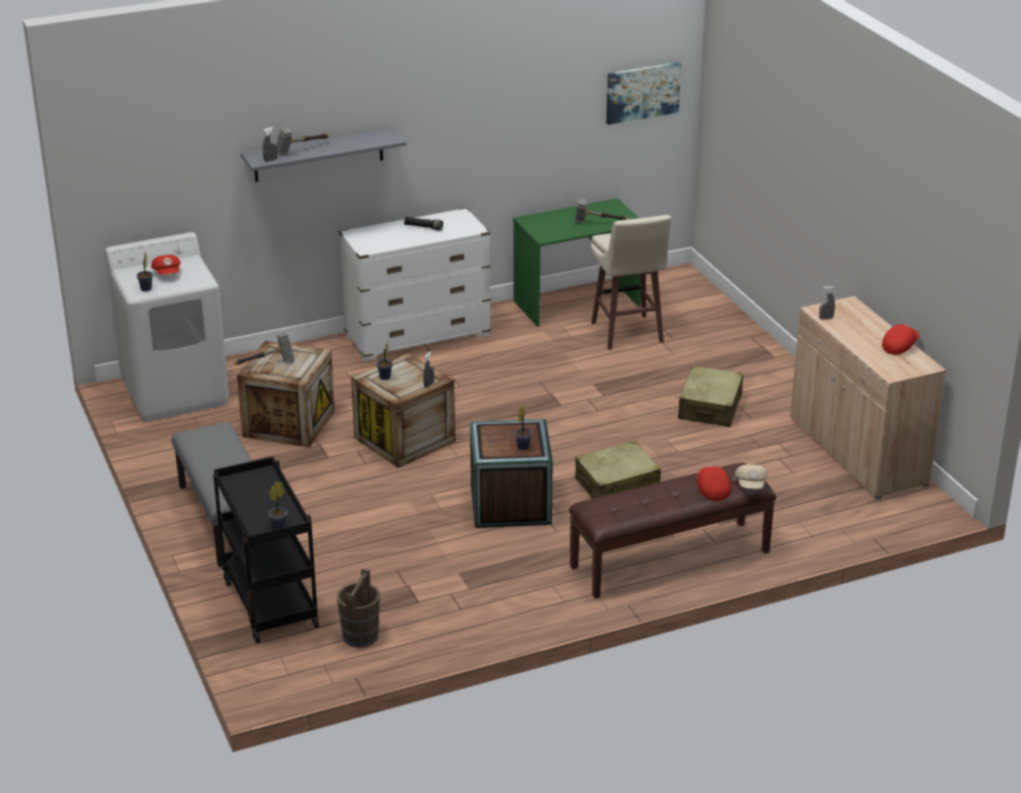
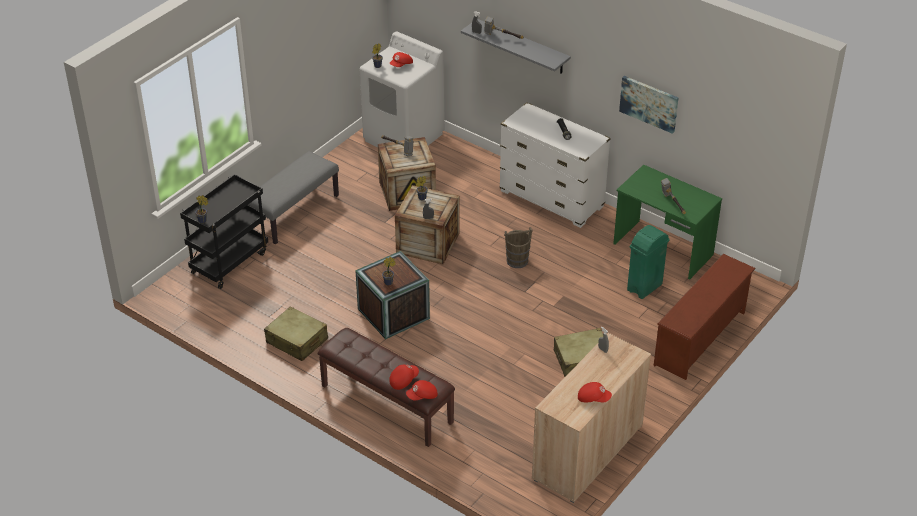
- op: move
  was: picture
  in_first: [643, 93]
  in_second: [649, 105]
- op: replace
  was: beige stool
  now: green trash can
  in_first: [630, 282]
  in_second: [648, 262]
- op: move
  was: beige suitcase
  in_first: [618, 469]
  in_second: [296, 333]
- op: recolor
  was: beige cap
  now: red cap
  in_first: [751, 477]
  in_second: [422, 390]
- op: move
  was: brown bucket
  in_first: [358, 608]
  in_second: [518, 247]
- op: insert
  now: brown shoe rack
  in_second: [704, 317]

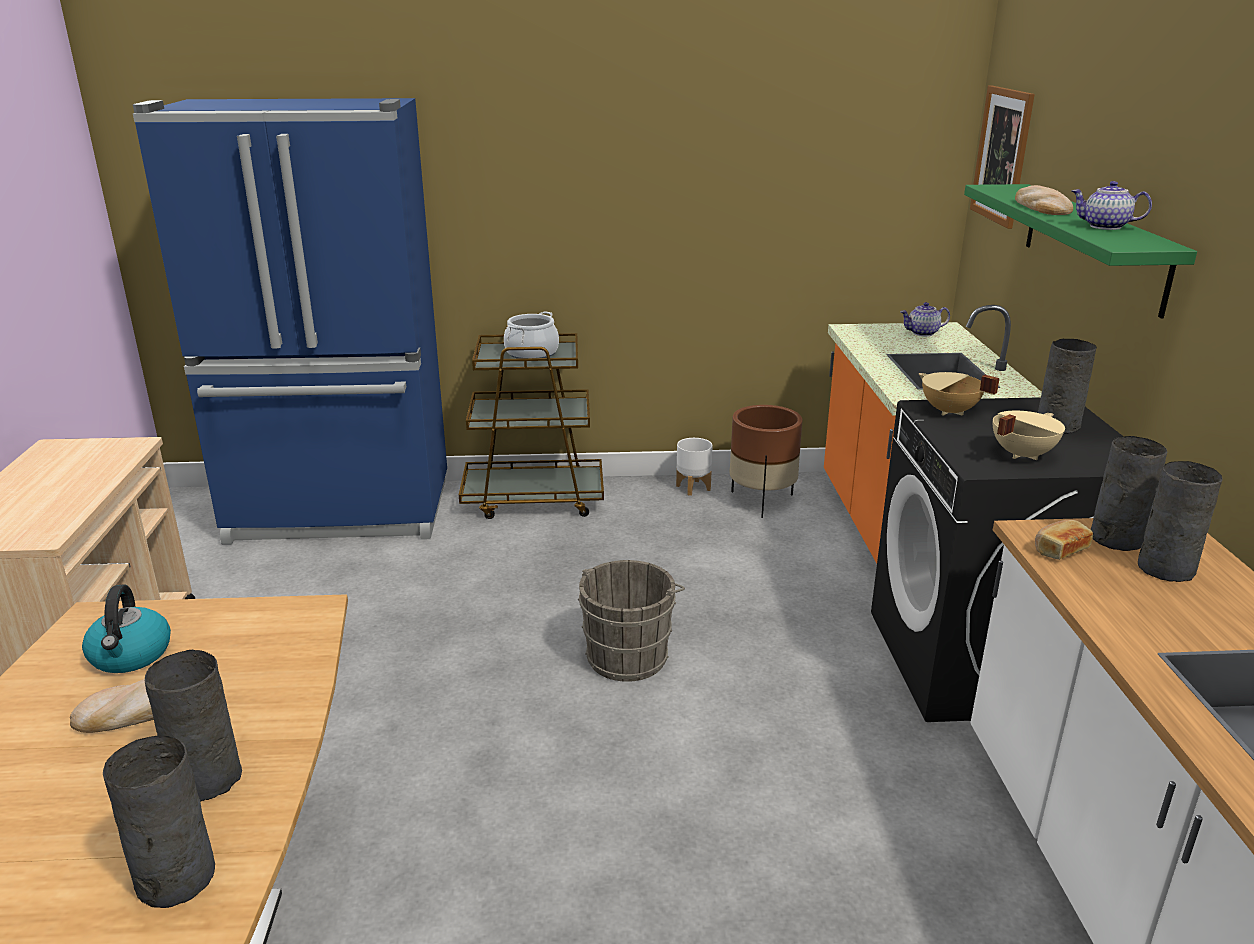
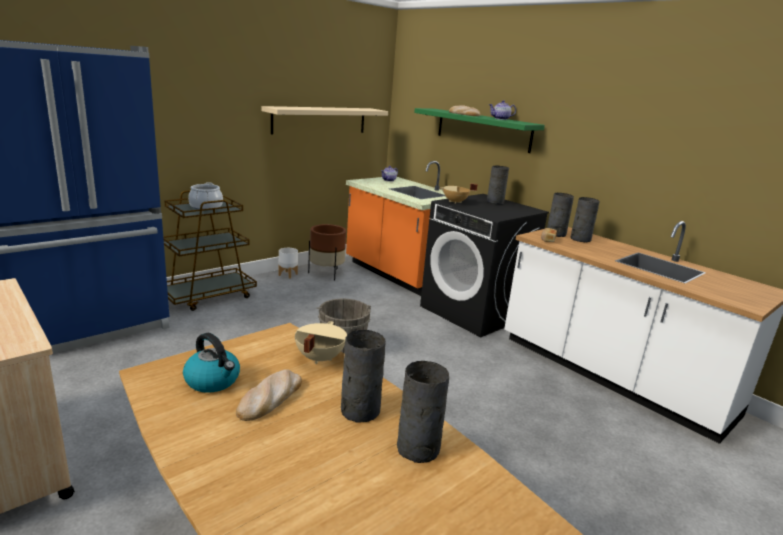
- op: delete
  was: picture
  in_first: [1002, 157]
- op: move
  was: beige cooking pot
  in_first: [1029, 435]
  in_second: [321, 342]
- op: insert
  now: beige shelf
  in_second: [324, 120]

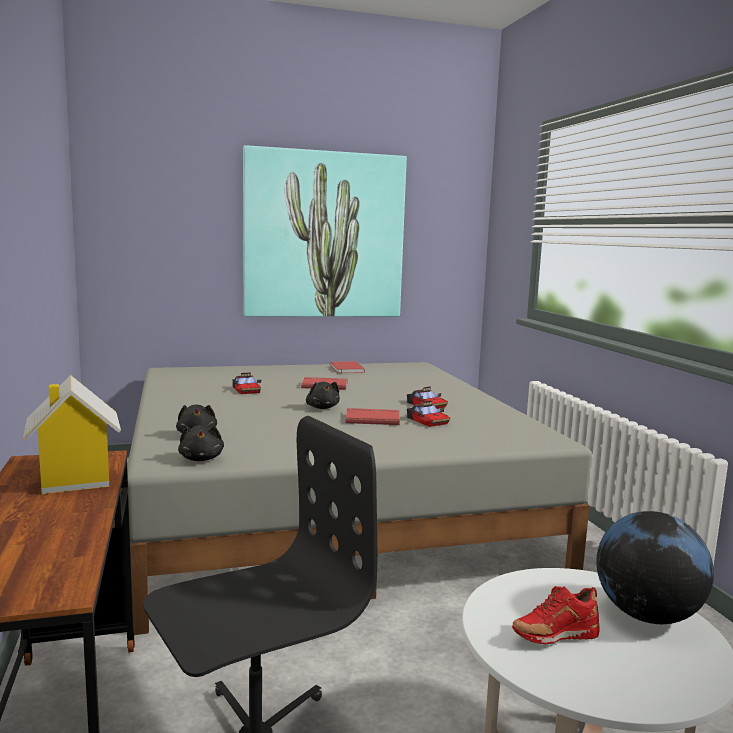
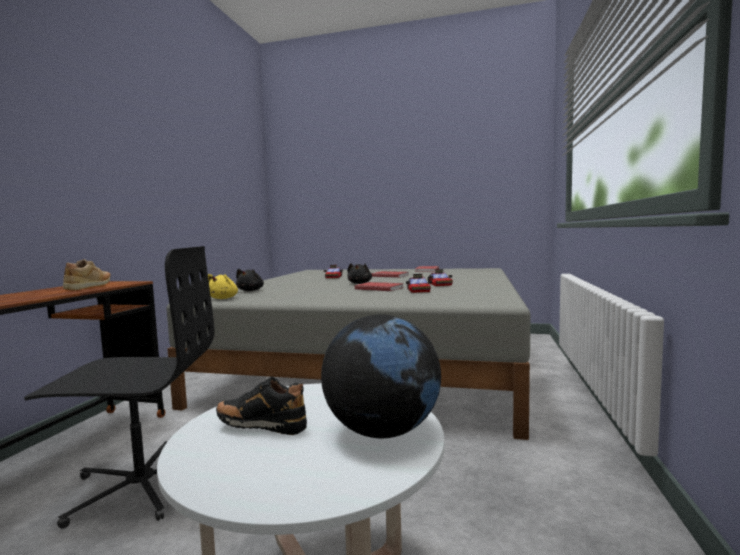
- op: delete
  was: picture
  in_first: [325, 231]
- op: replace
  was: toy house
  now: beige shoe
  in_first: [72, 434]
  in_second: [86, 274]
- op: recolor
  was: black plush toy
  now: yellow plush toy
  in_first: [201, 443]
  in_second: [223, 286]
- op: recolor
  was: red shoe
  now: black shoe
  in_first: [556, 615]
  in_second: [261, 406]

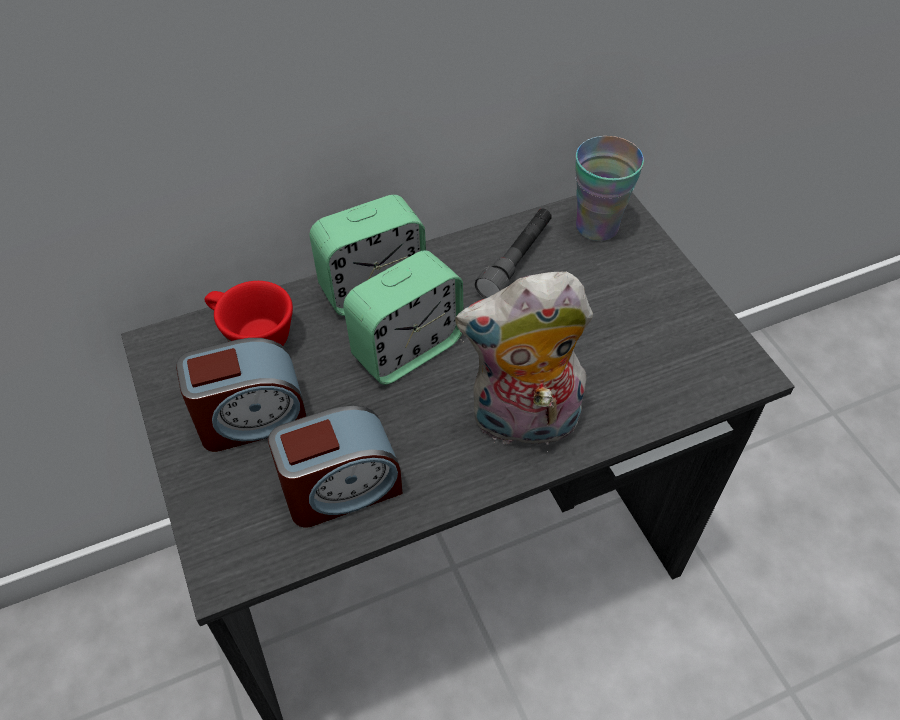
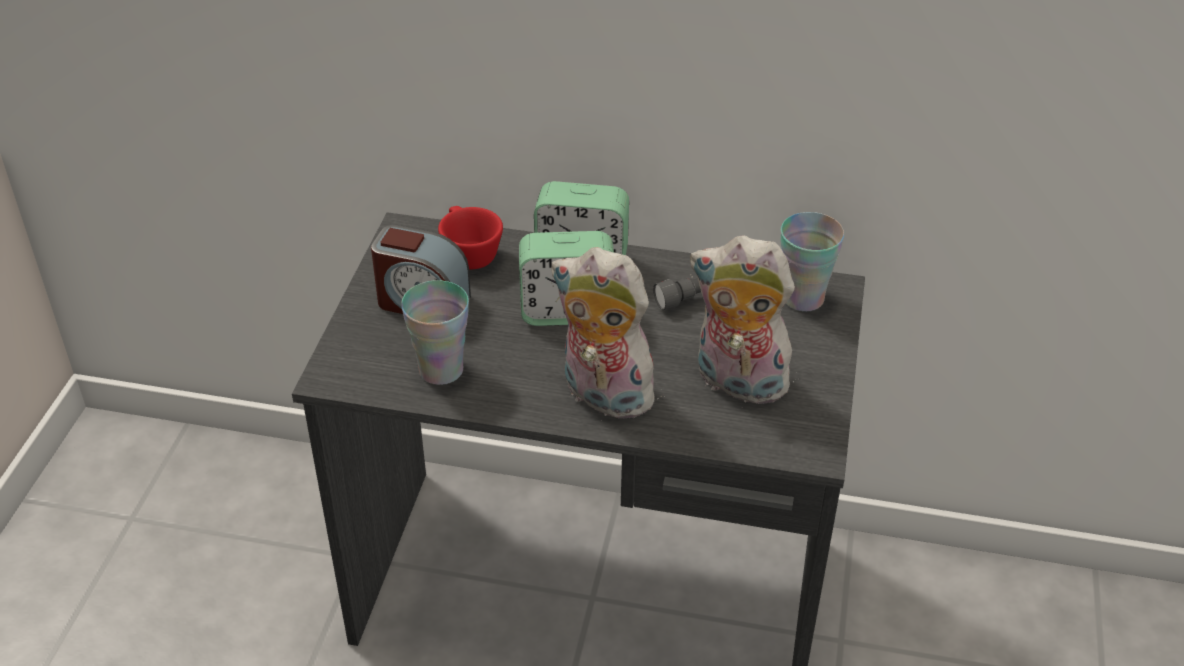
- op: replace
  was: alarm clock
  now: cup
  in_first: [335, 466]
  in_second: [435, 332]
- op: insert
  now: plush toy
  in_second: [743, 319]

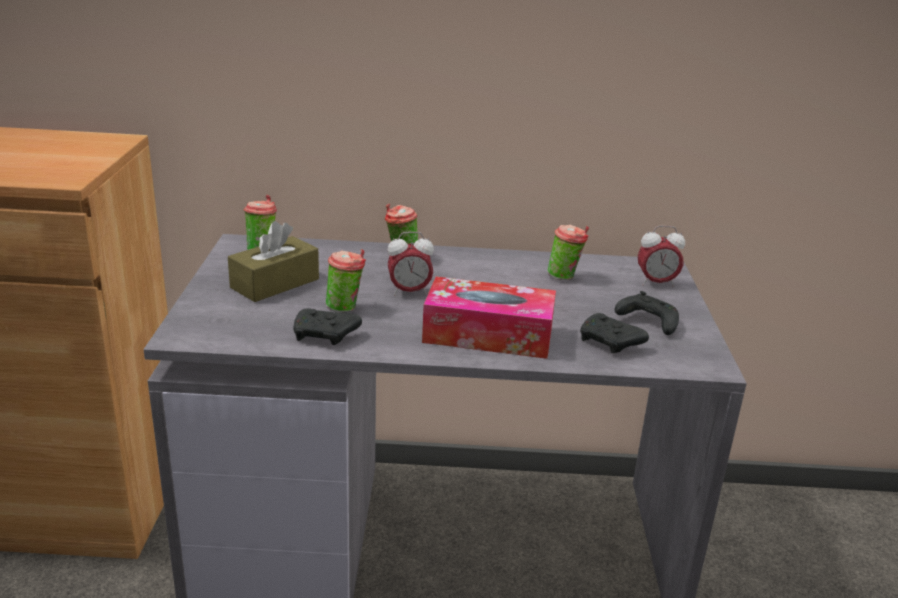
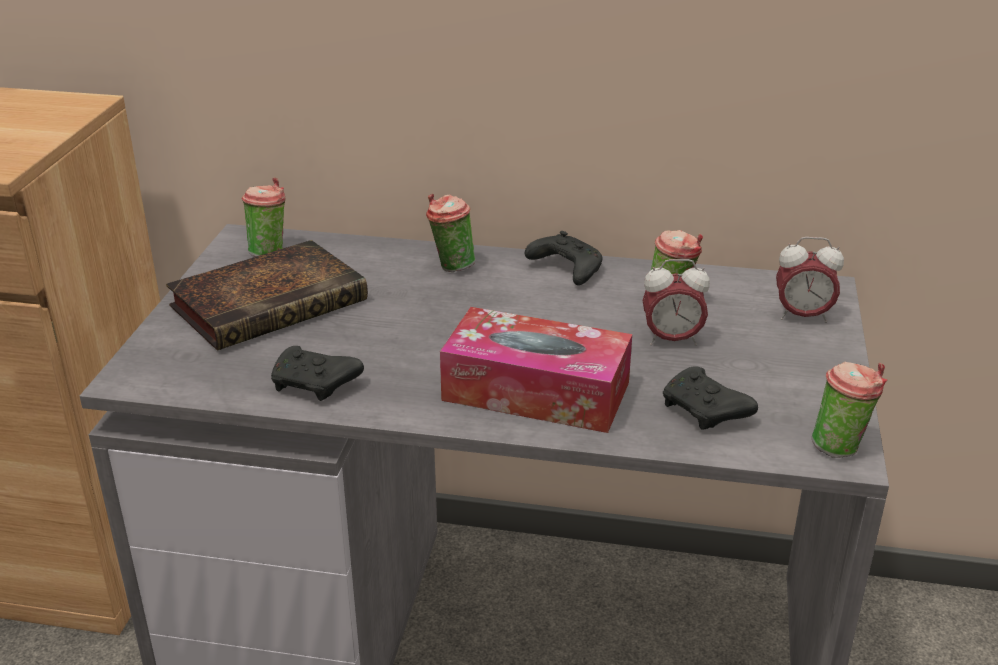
- op: replace
  was: brown tissue box
  now: book
  in_first: [273, 261]
  in_second: [267, 295]
- op: move
  was: alarm clock
  in_first: [411, 264]
  in_second: [676, 302]
- op: move
  was: cup
  in_first: [346, 281]
  in_second: [849, 409]
- op: move
  was: black game controller
  in_first: [647, 313]
  in_second: [563, 258]

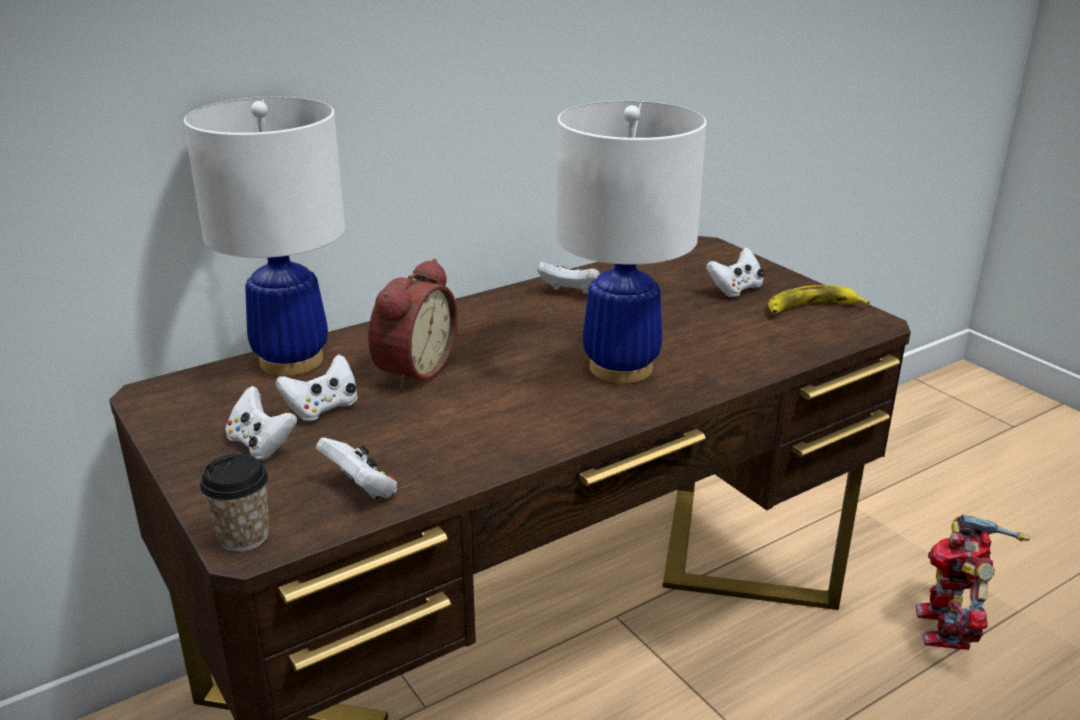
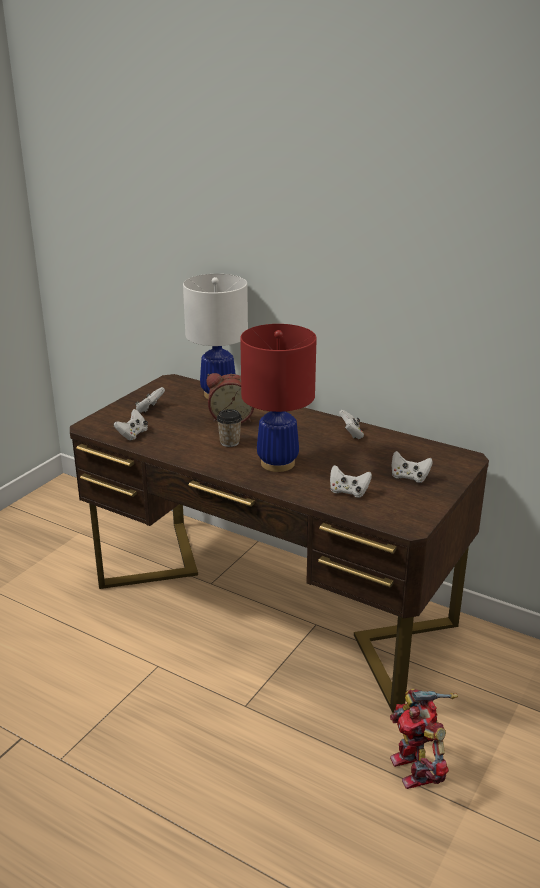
- op: recolor
  was: white table lamp
  now: red table lamp
  in_first: [632, 242]
  in_second: [278, 398]
- op: delete
  was: banana
  in_first: [819, 299]
- op: move
  was: white game controller
  in_first: [317, 387]
  in_second: [351, 481]
- op: move
  was: cup
  in_first: [234, 503]
  in_second: [229, 428]
- op: rotate
  was: toy robot
  in_first: [973, 582]
  in_second: [424, 739]
  clockwise: -90

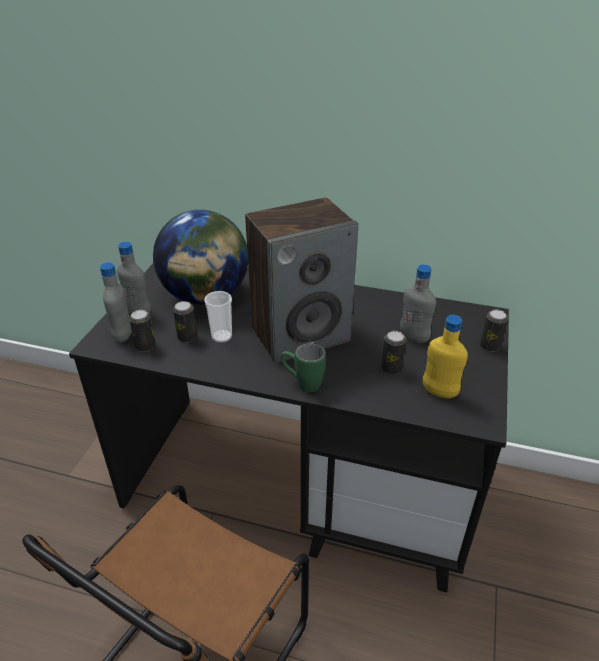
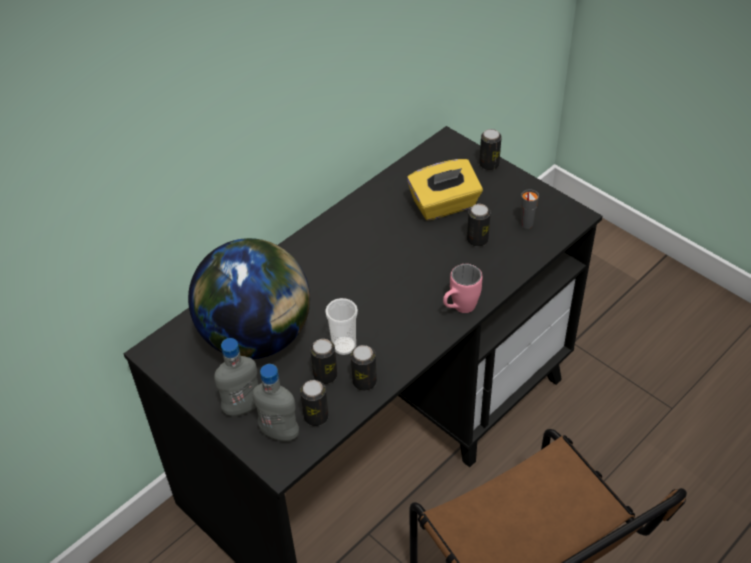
- op: delete
  was: speaker
  in_first: [301, 280]
- op: replace
  was: grey bottle
  now: yellow tissue box
  in_first: [418, 303]
  in_second: [445, 190]
- op: replace
  was: yellow bottle
  now: grey cup
  in_first: [445, 357]
  in_second: [530, 209]
- op: recolor
  was: green mug
  now: pink mug
  in_first: [303, 367]
  in_second: [462, 288]
- op: insert
  now: can
  in_second: [364, 368]

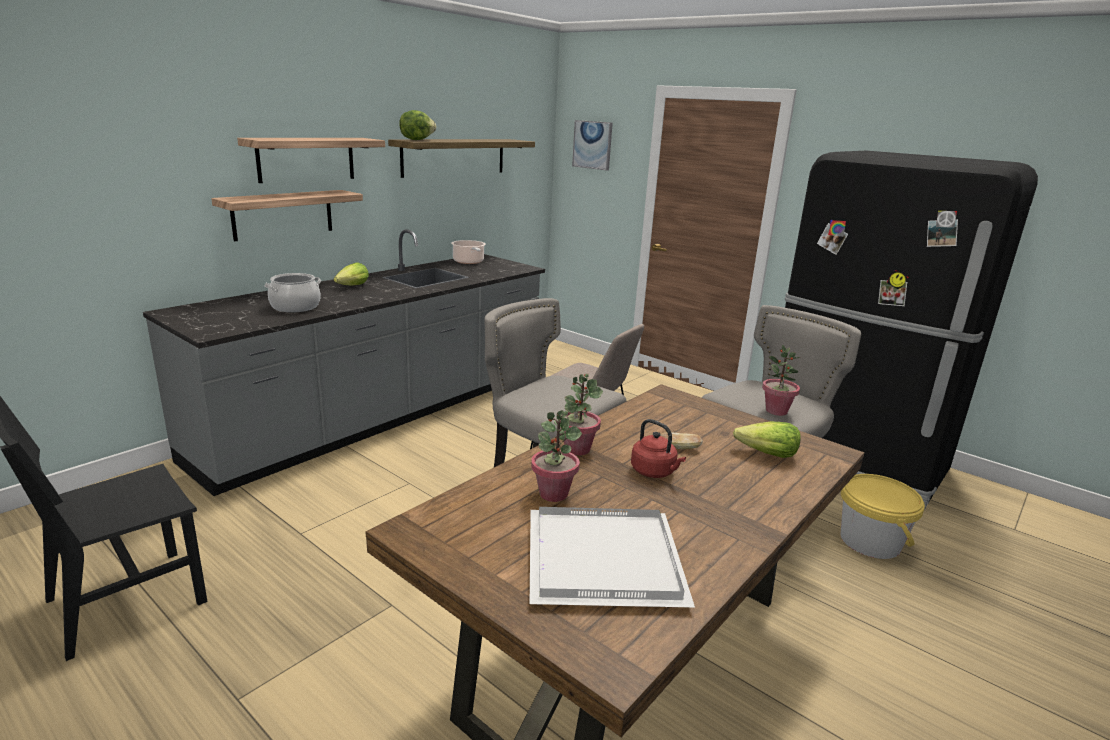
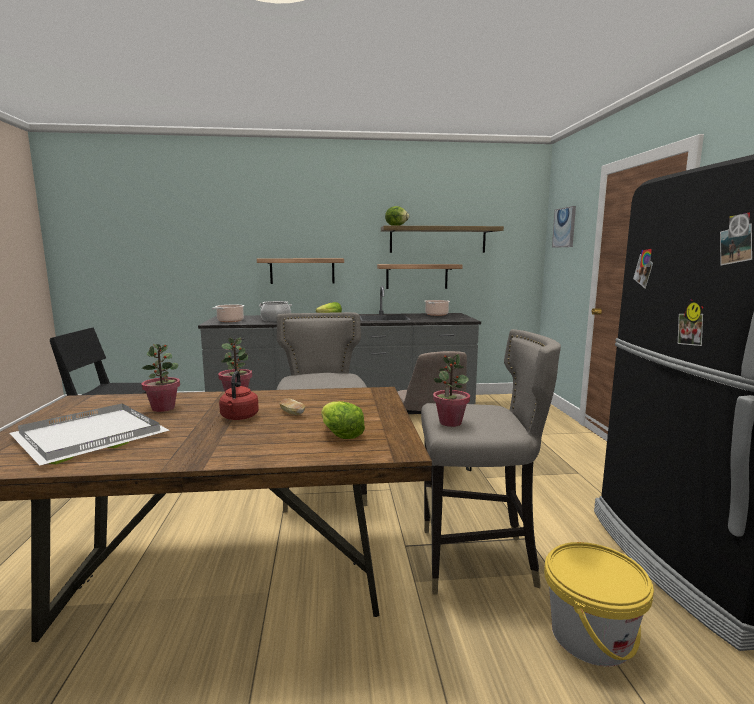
- op: move
  was: shelf
  in_first: [311, 160]
  in_second: [420, 276]
- op: insert
  now: cooking pot
  in_second: [228, 313]

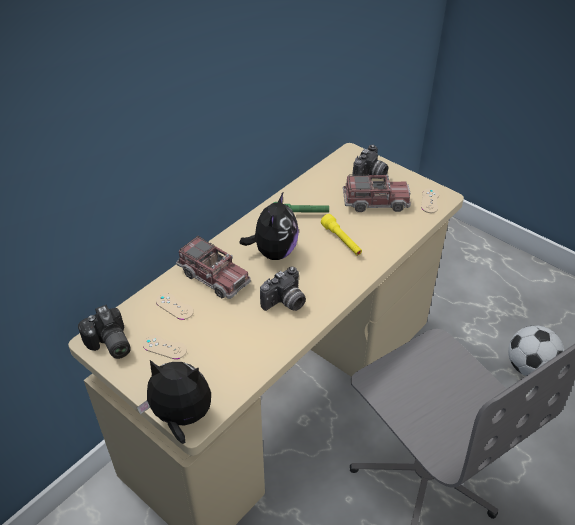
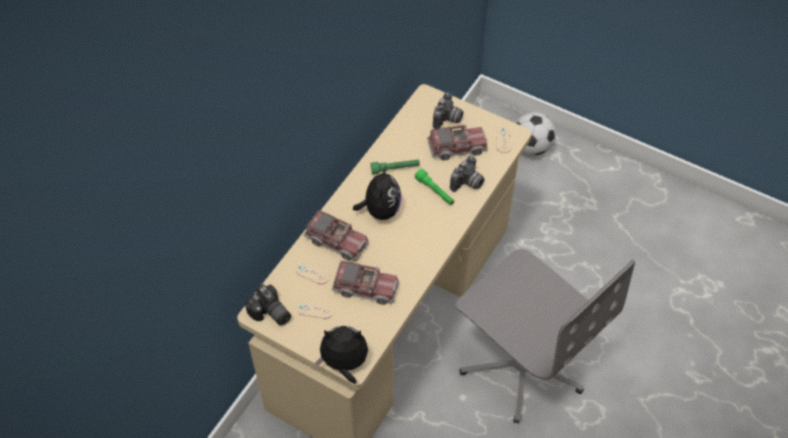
- op: recolor
  was: yellow flashlight
  now: green flashlight
  in_first: [341, 234]
  in_second: [434, 187]
- op: move
  was: photo camera
  in_first: [283, 288]
  in_second: [467, 174]
- op: move
  was: football
  in_first: [536, 350]
  in_second: [536, 133]
- op: insert
  now: toy truck
  in_second: [365, 283]

